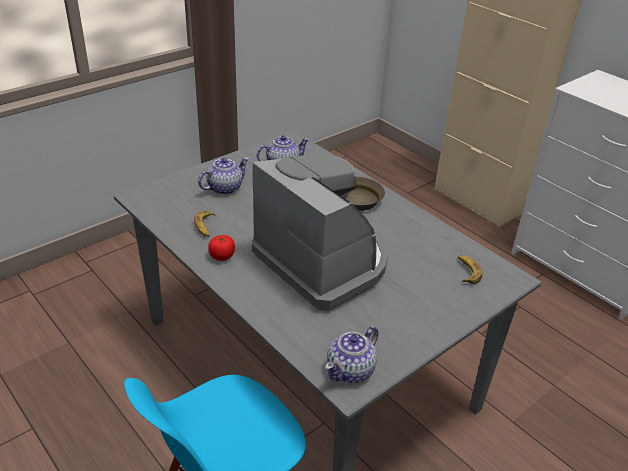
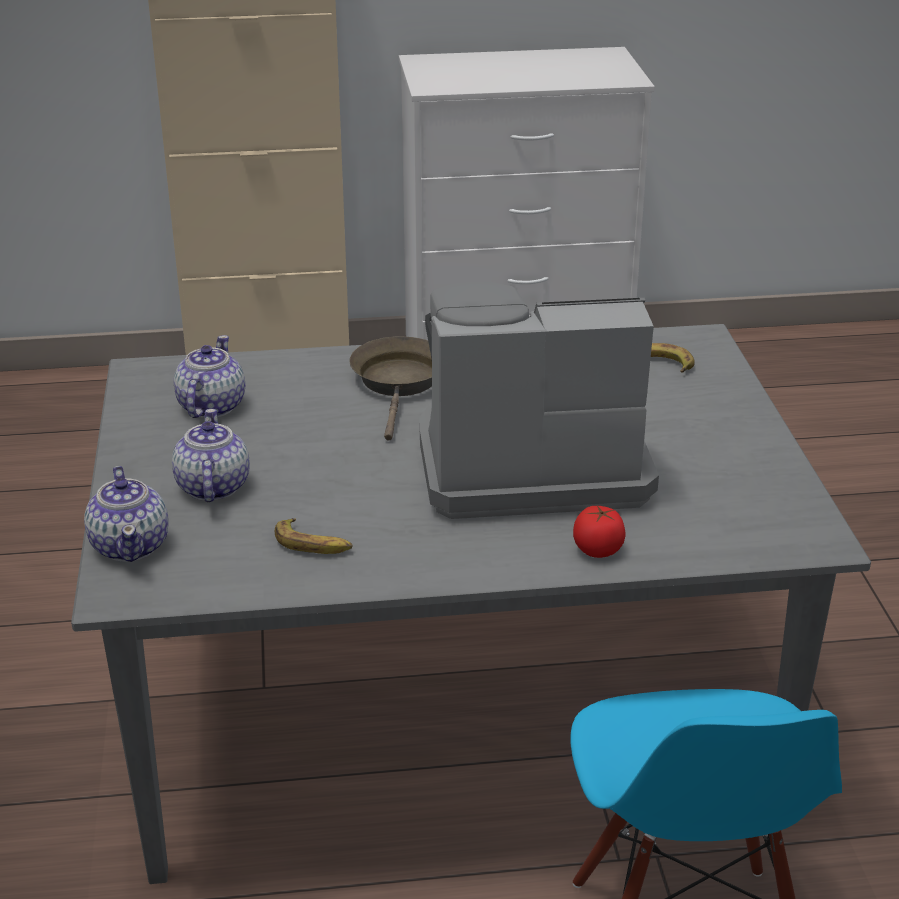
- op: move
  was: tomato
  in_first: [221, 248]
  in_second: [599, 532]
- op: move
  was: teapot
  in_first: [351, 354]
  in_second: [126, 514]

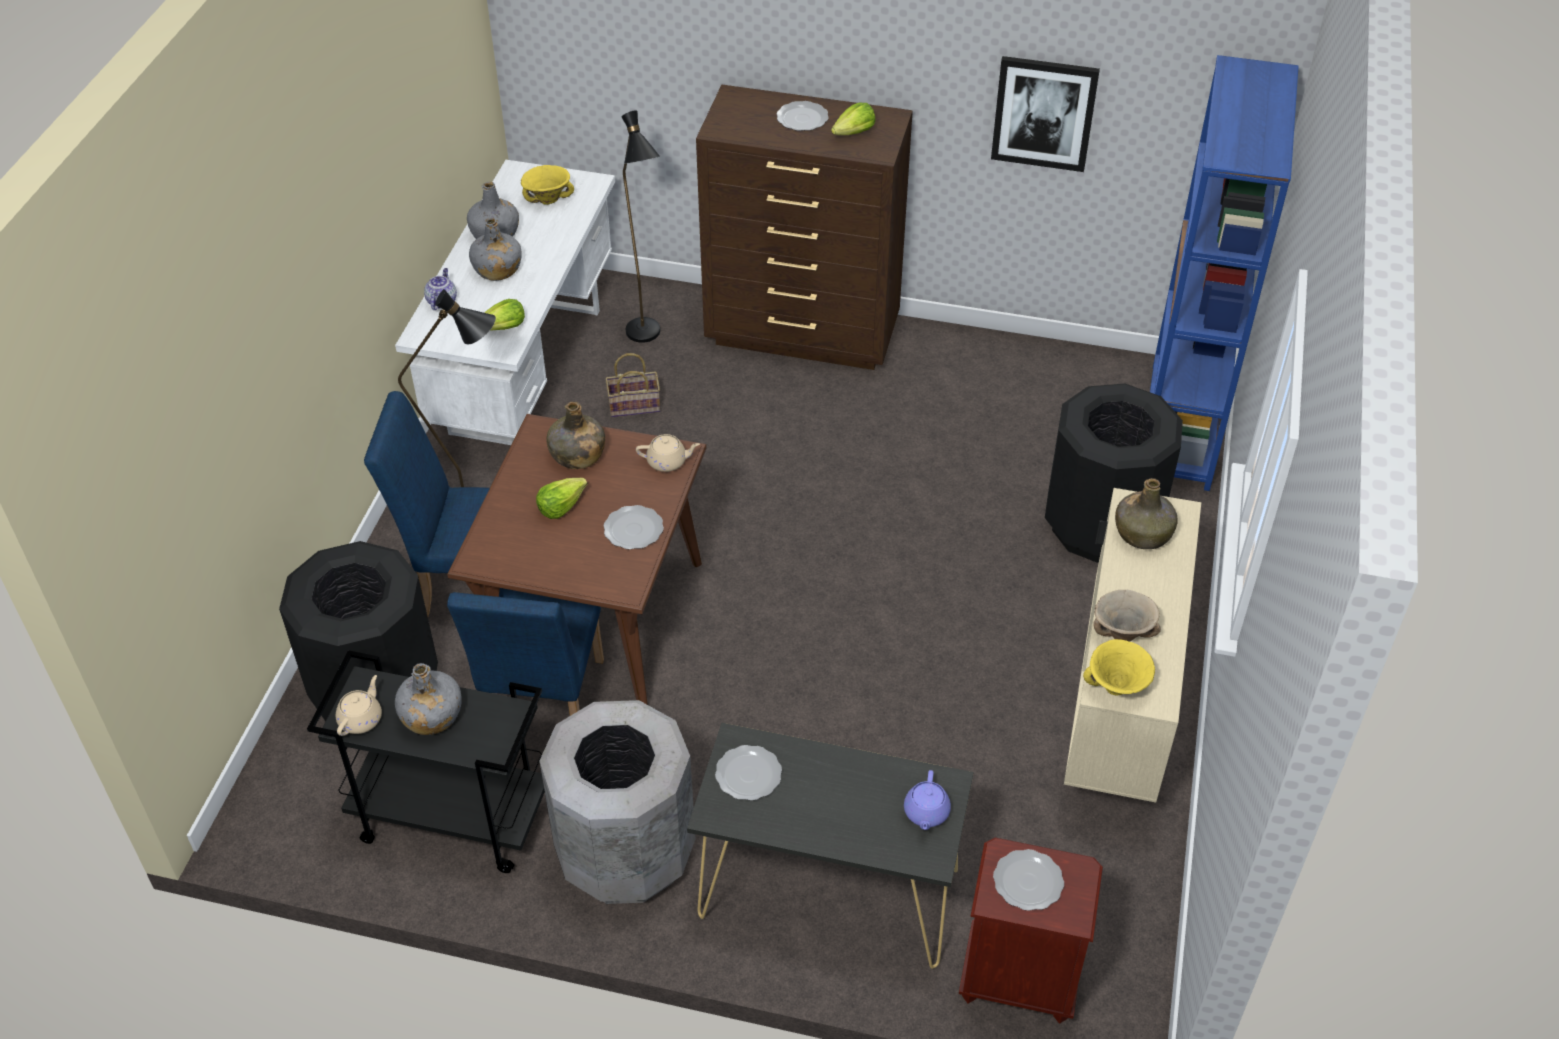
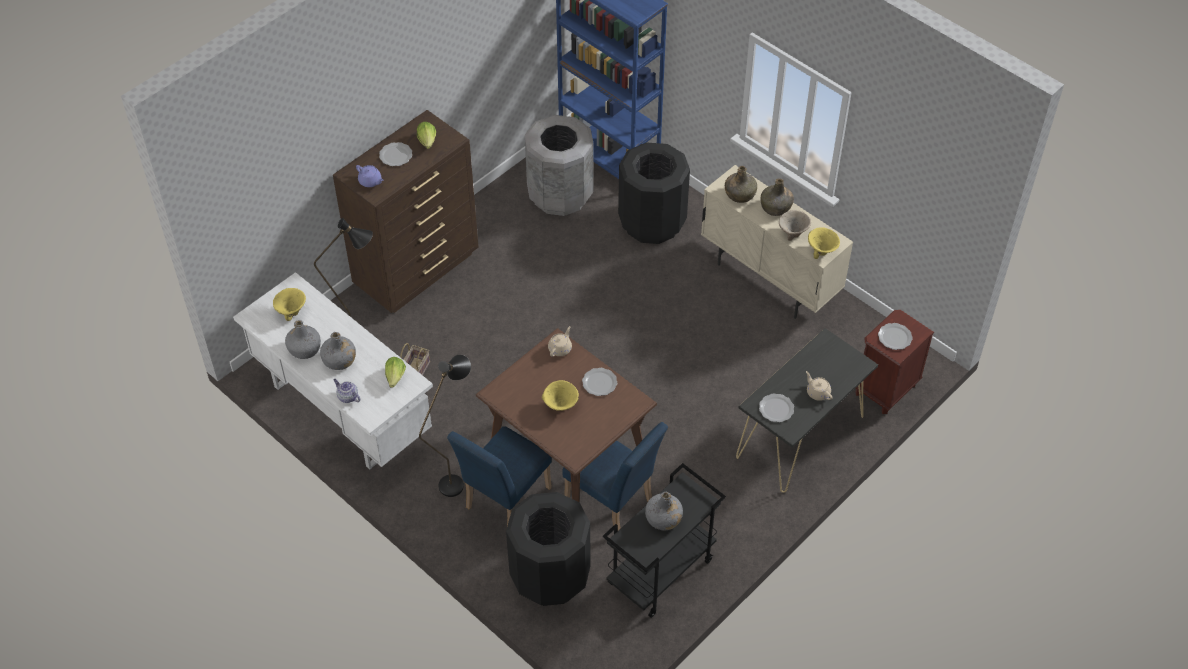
- op: delete
  was: picture
  in_first: [1045, 114]
- op: move
  was: green bottle
  in_first: [576, 435]
  in_second: [777, 197]
- op: replace
  was: lettuce
  now: yellow bowl
  in_first: [561, 498]
  in_second: [560, 395]
- op: move
  was: beige teapot
  in_first: [359, 705]
  in_second: [819, 386]
- op: move
  was: grey trash can
  in_first: [617, 802]
  in_second: [559, 165]
- op: move
  was: purple teapot
  in_first: [927, 800]
  in_second: [369, 176]

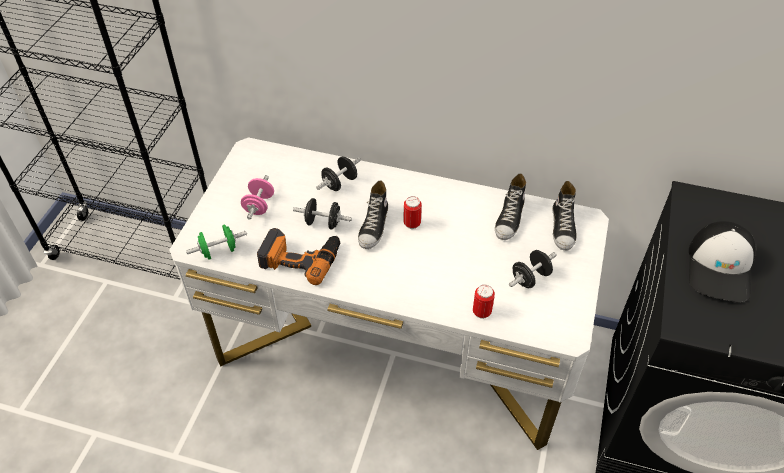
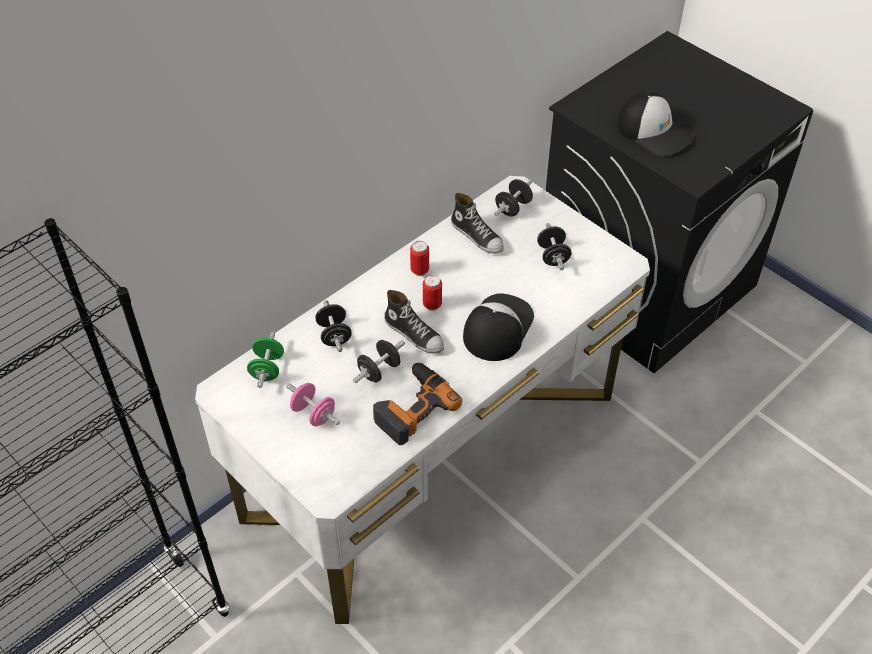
- op: replace
  was: shoe
  now: black dumbbell
  in_first: [564, 215]
  in_second: [514, 198]
- op: move
  was: green dumbbell
  in_first: [216, 242]
  in_second: [265, 360]
- op: move
  was: can
  in_first: [484, 302]
  in_second: [419, 258]
- op: insert
  now: cap
  in_second: [498, 327]

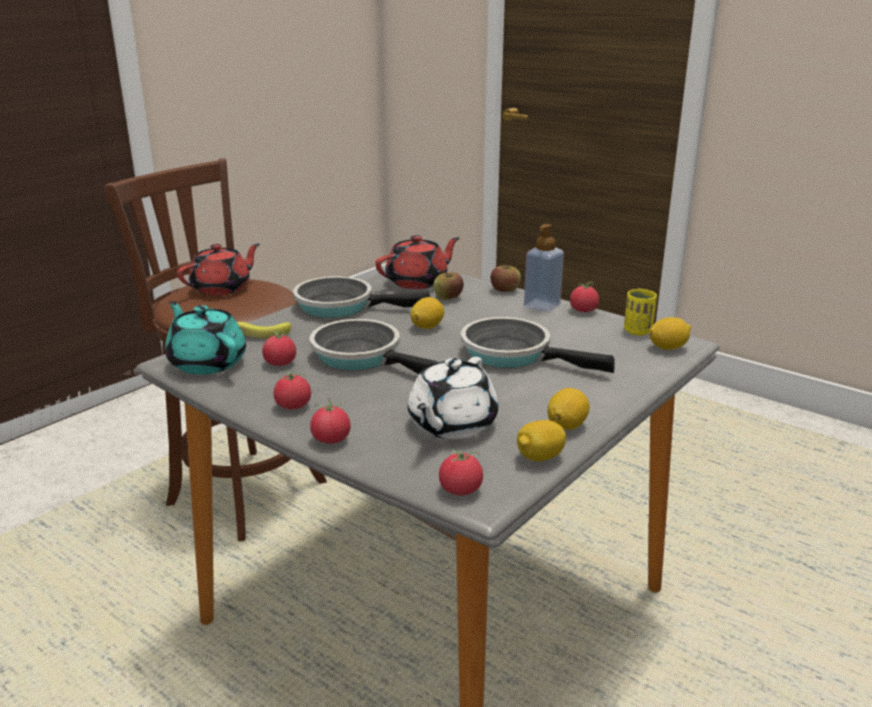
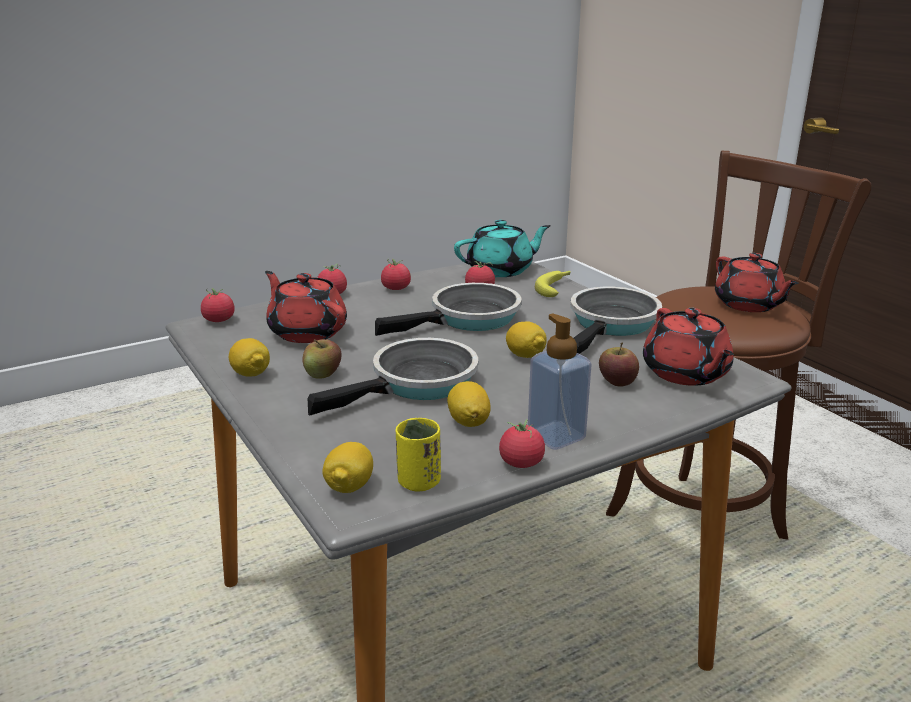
- op: move
  was: apple
  in_first: [506, 277]
  in_second: [322, 359]
- op: recolor
  was: white teapot
  now: red teapot
  in_first: [453, 398]
  in_second: [306, 307]
- op: move
  was: lemon
  in_first: [541, 440]
  in_second: [469, 404]

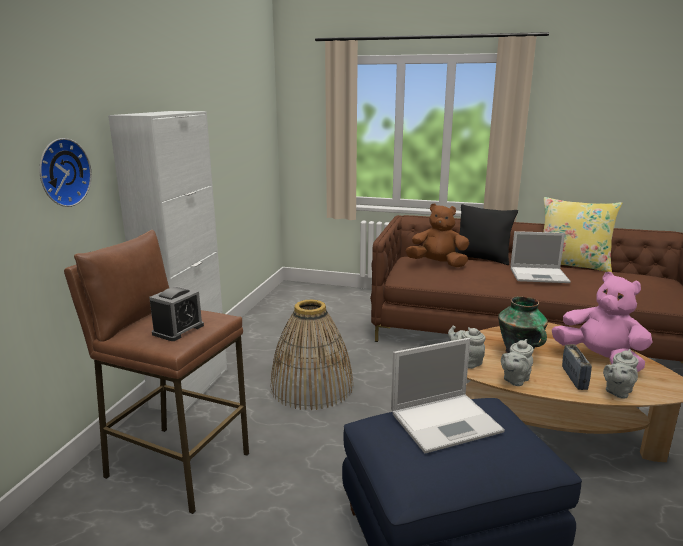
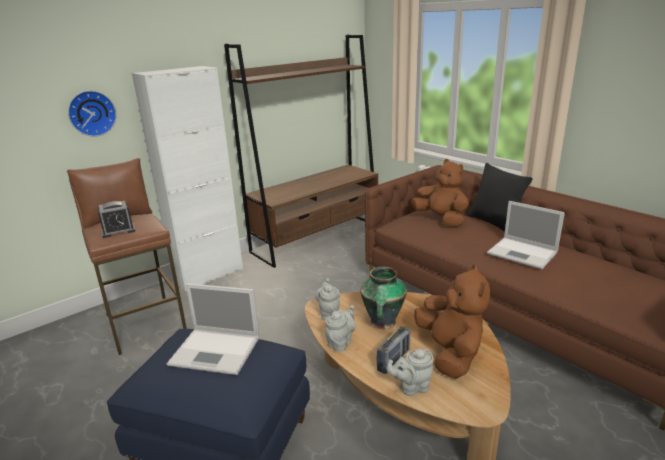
- op: delete
  was: yellow pillow
  in_first: [582, 234]
- op: recolor
  was: pink plush toy
  now: brown plush toy
  in_first: [602, 322]
  in_second: [452, 322]
- op: delete
  was: basket
  in_first: [311, 355]
- op: rotate
  was: grey teapot
  in_first: [517, 362]
  in_second: [340, 328]
  clockwise: 135
- op: insert
  now: brown bookcase
  in_second: [301, 151]

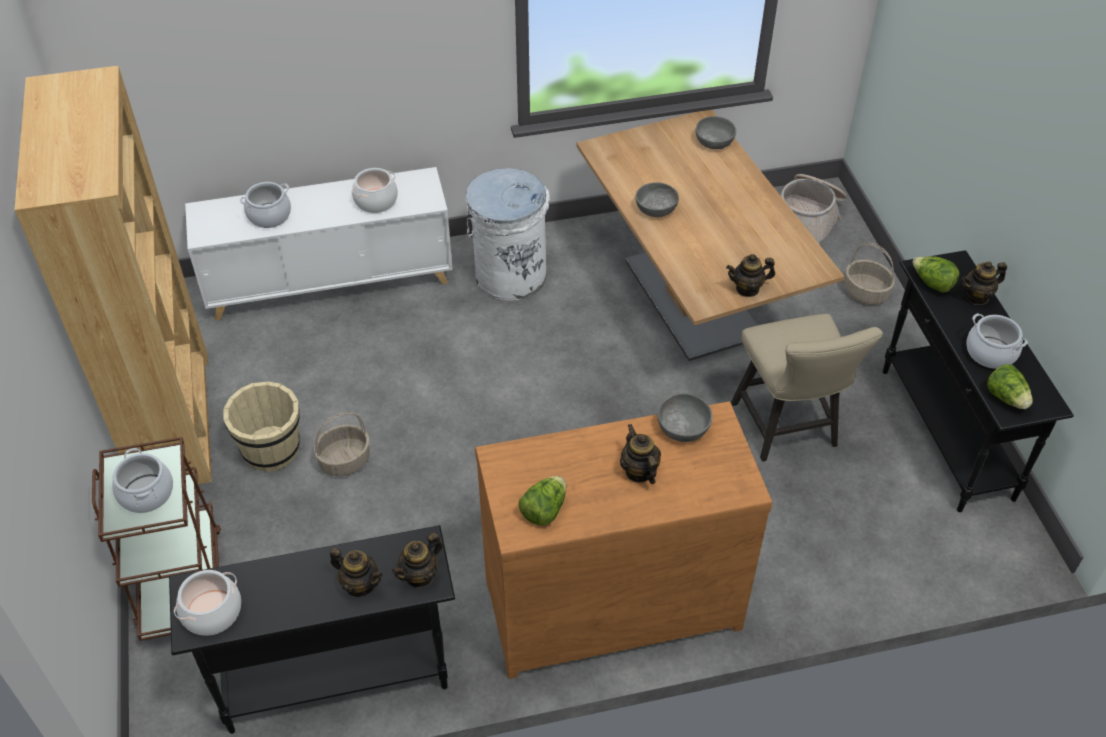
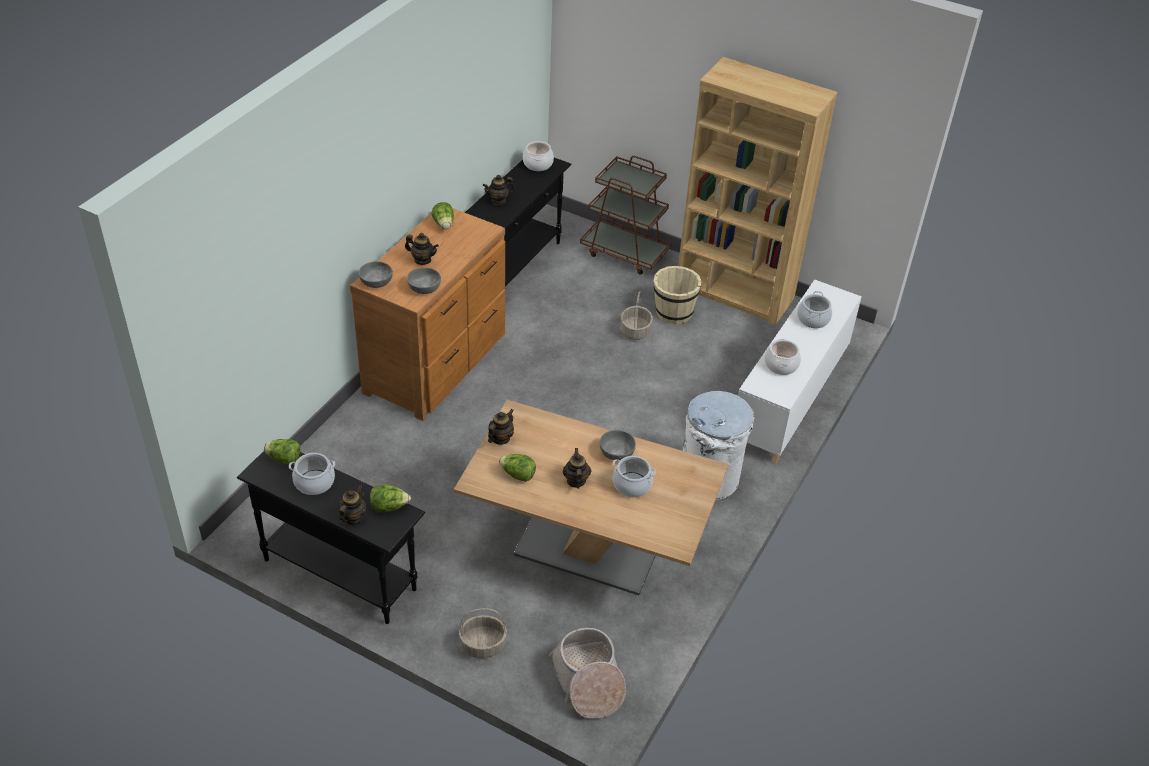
- op: move
  was: grey bowl
  in_first: [716, 132]
  in_second: [376, 274]
- op: delete
  was: beige chair
  in_first: [807, 388]
- op: move
  was: cooking pot
  in_first: [142, 480]
  in_second: [634, 476]
- op: move
  was: teapot
  in_first: [417, 561]
  in_second: [577, 468]
- op: insert
  now: lettuce
  in_second: [517, 468]

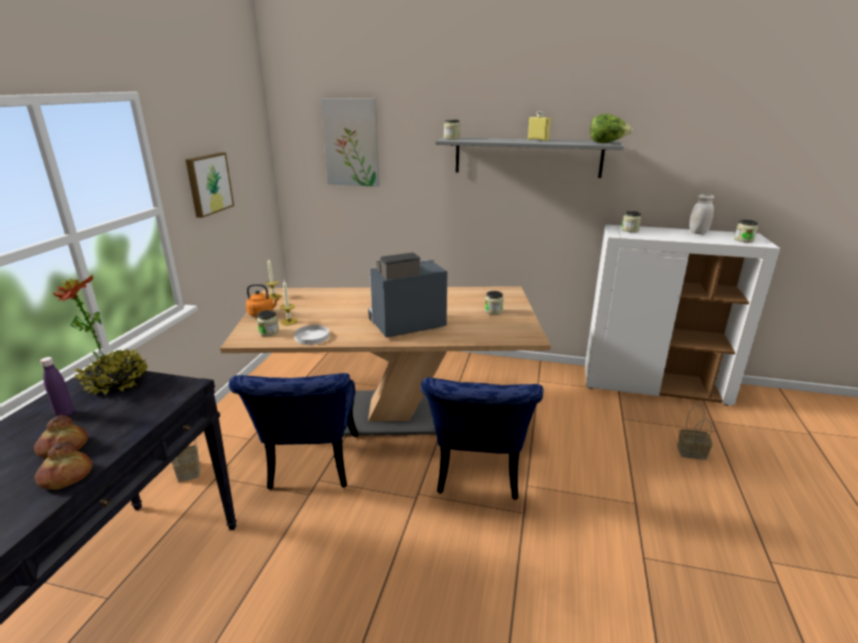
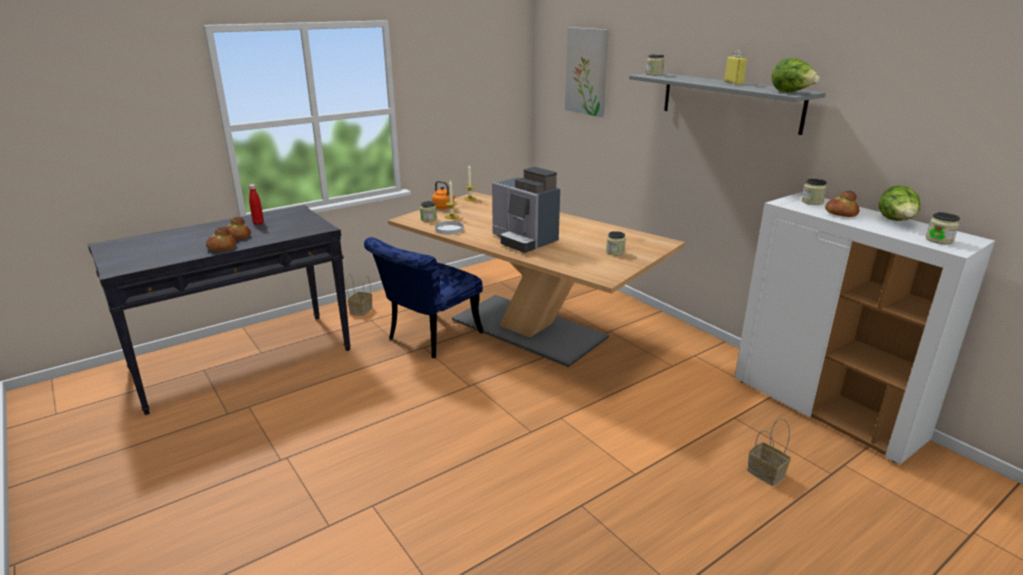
- op: delete
  was: picture
  in_first: [209, 185]
- op: replace
  was: white jar
  now: lettuce
  in_first: [701, 214]
  in_second: [899, 203]
- op: rotate
  was: coffee machine
  in_first: [407, 295]
  in_second: [526, 210]
  clockwise: -150
- op: delete
  was: potted plant
  in_first: [100, 334]
- op: recolor
  was: purple bottle
  now: red bottle
  in_first: [57, 386]
  in_second: [256, 204]
- op: delete
  was: blue chair
  in_first: [482, 438]
- op: insert
  now: bread
  in_second: [842, 204]

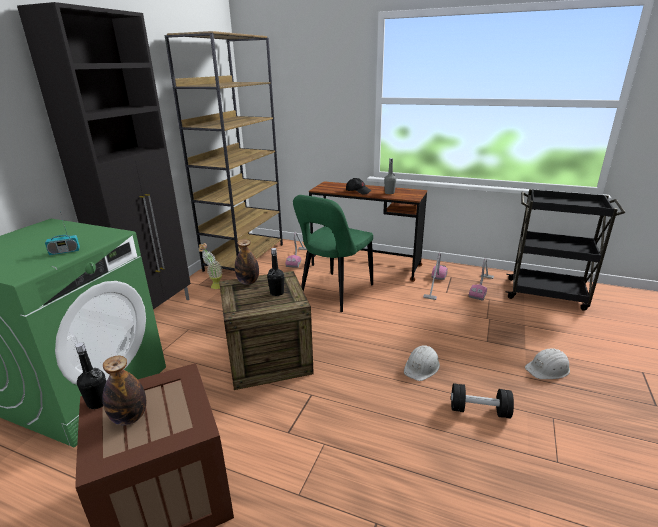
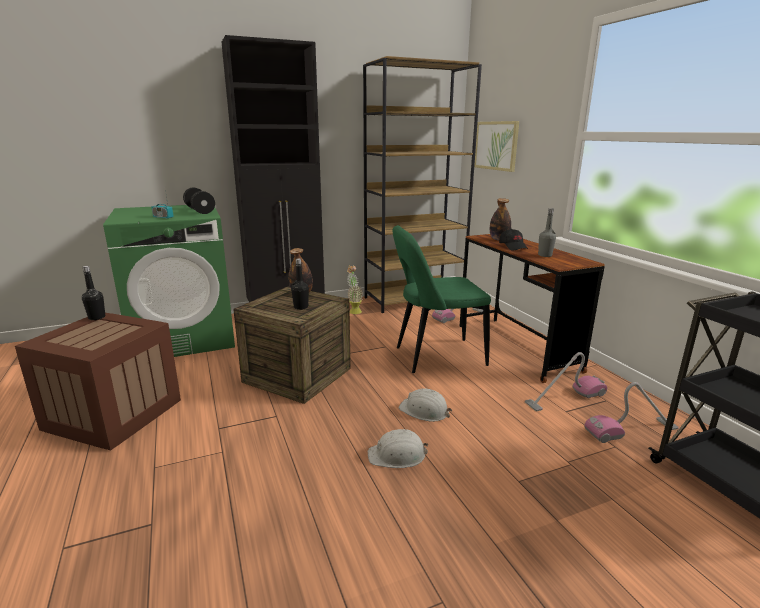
- op: move
  was: white hard hat
  in_first: [547, 363]
  in_second: [425, 405]
- op: move
  was: bottle
  in_first: [124, 390]
  in_second: [500, 219]
- op: move
  was: black dumbbell
  in_first: [482, 400]
  in_second: [199, 201]
- op: insert
  now: picture
  in_second: [496, 146]

